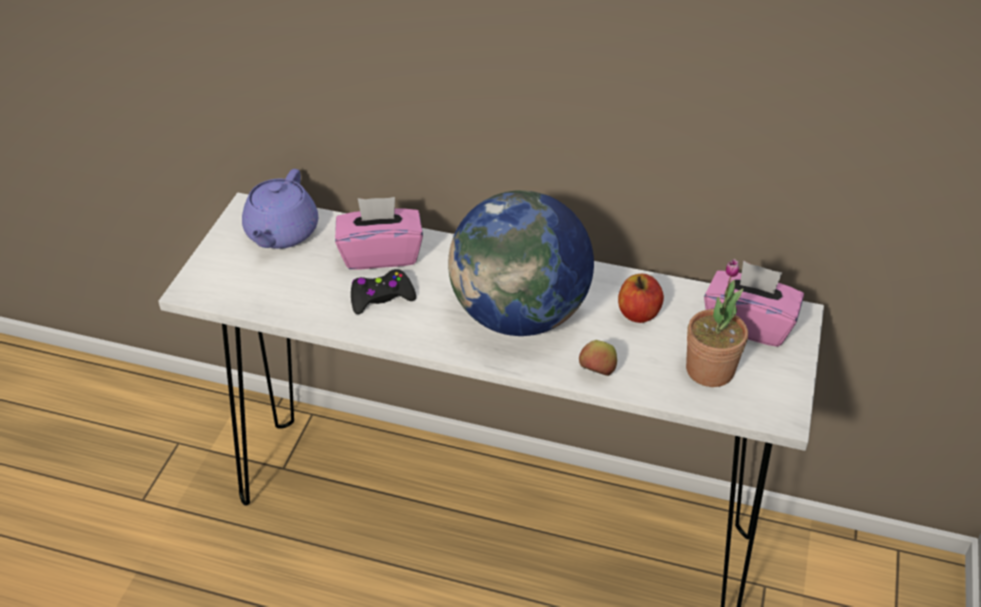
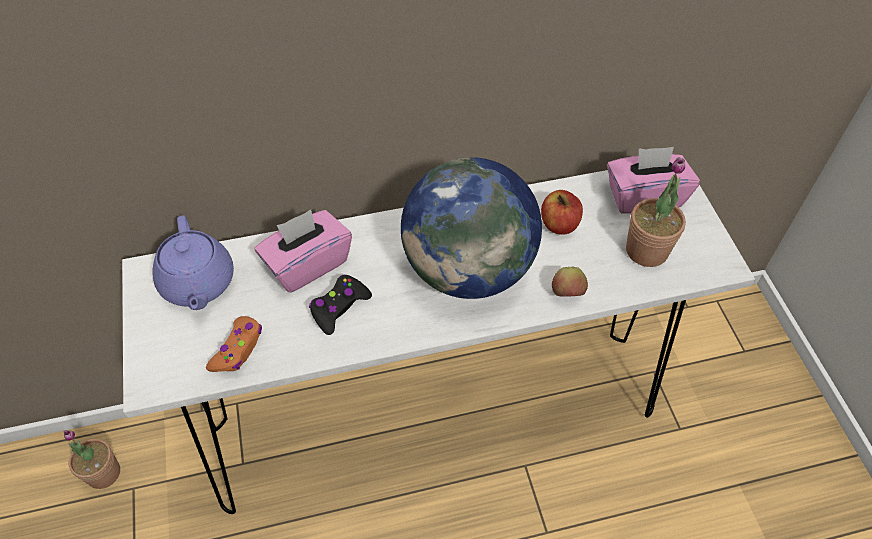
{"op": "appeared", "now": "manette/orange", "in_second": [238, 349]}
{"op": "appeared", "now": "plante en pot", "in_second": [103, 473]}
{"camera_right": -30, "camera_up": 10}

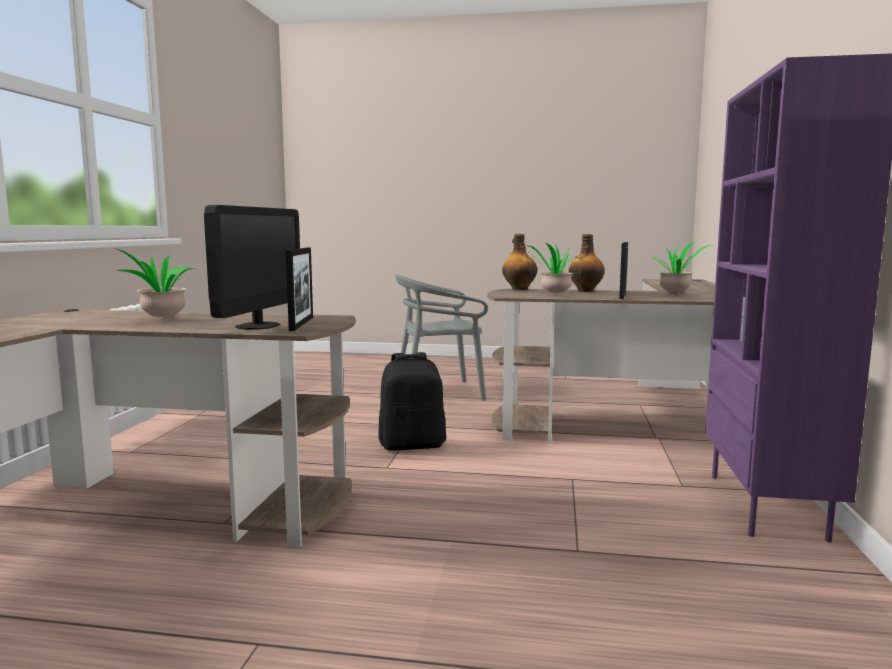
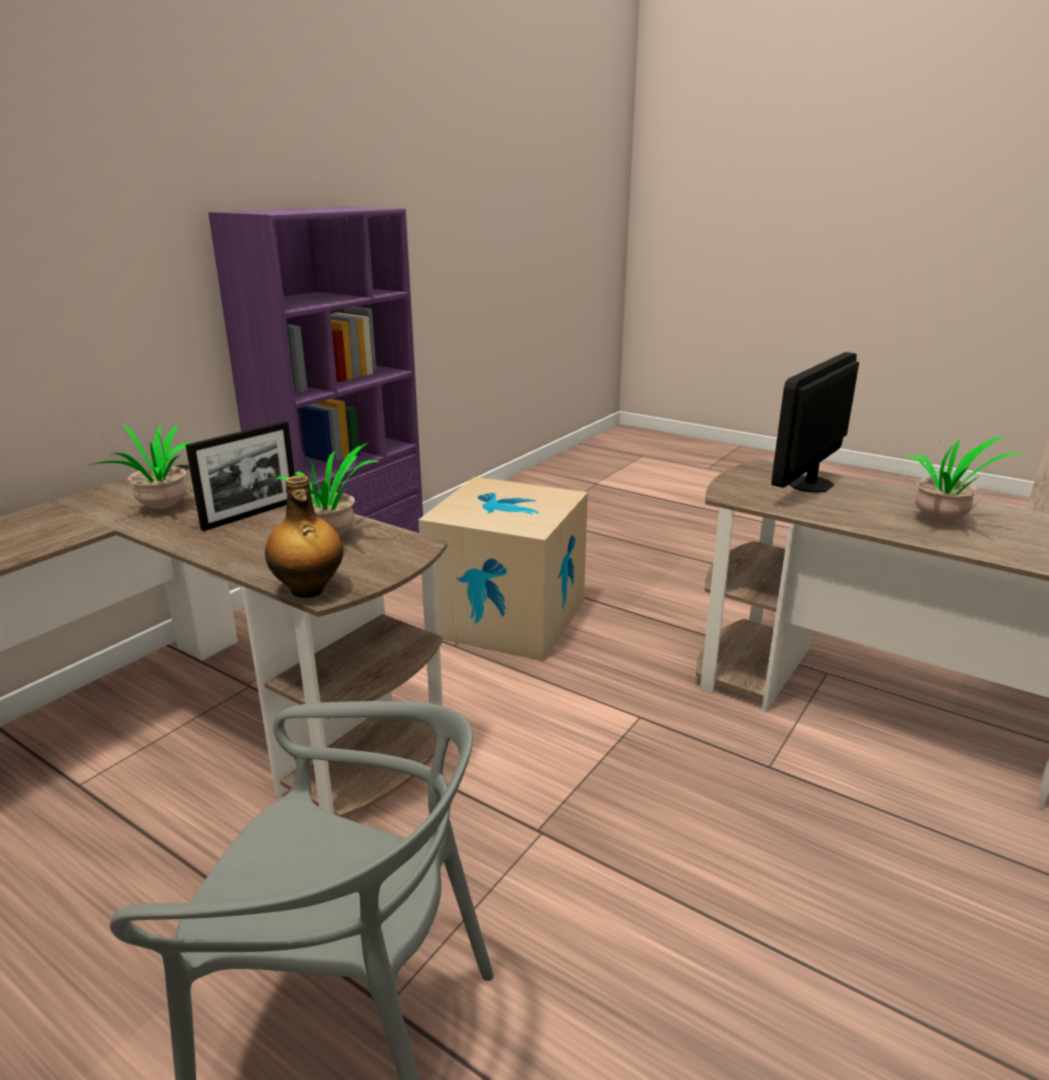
{"op": "missing", "was": "bouteille", "in_first": [586, 291]}
{"op": "missing", "was": "cadre photo", "in_first": [301, 323]}
{"op": "missing", "was": "sac à dos/noir", "in_first": [412, 445]}
{"op": "appeared", "now": "carton", "in_second": [507, 618]}
{"camera_right": -155, "camera_up": 15}

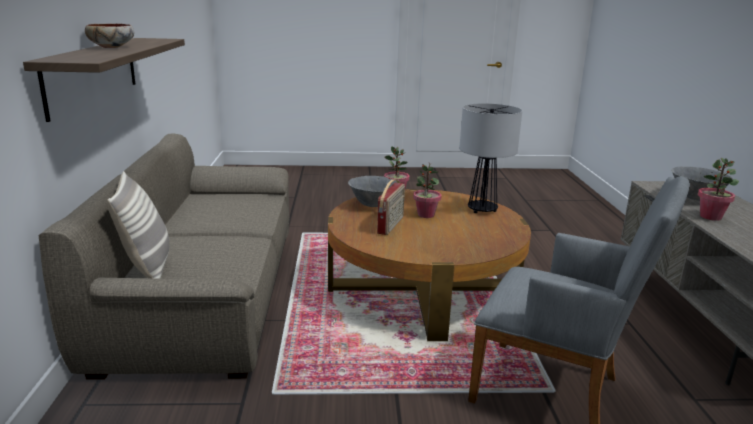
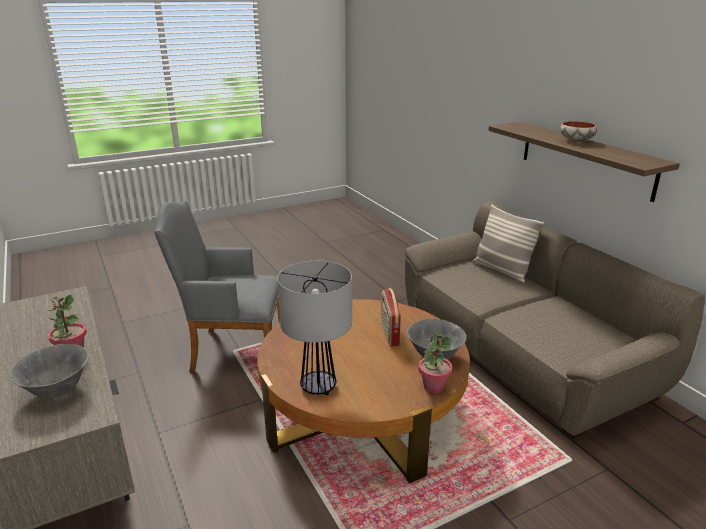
{"op": "missing", "was": "plante en pot", "in_first": [425, 215]}
{"camera_right": 155, "camera_up": 5}

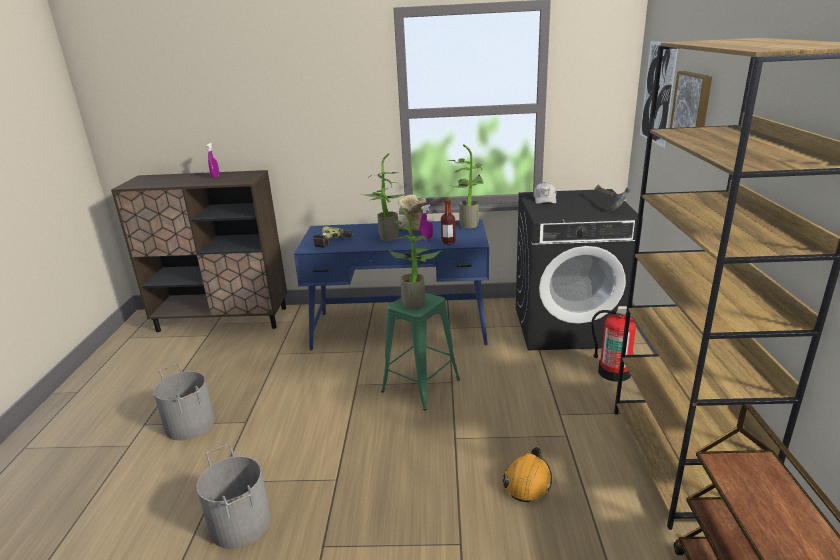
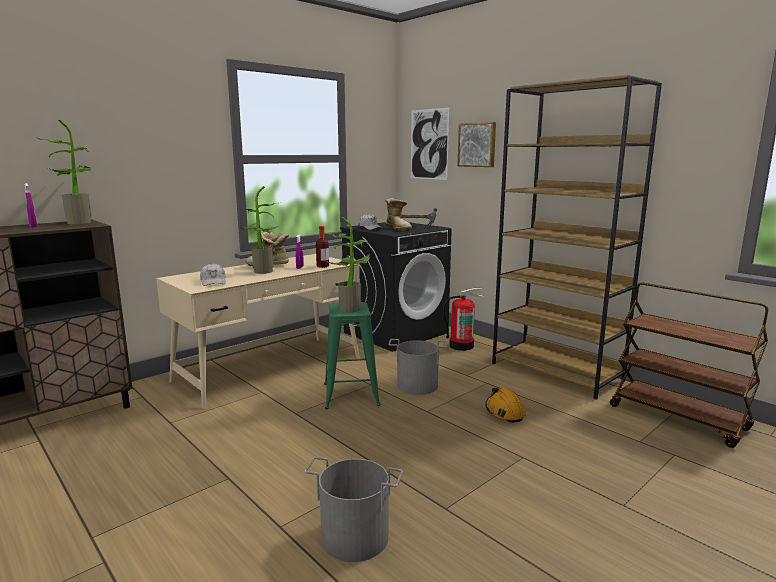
{"op": "relocated", "was": "plante en pot", "in_first": [468, 224], "in_second": [78, 222]}
{"op": "colour", "was": "bureau/bleu", "now": "bureau/beige", "in_first": [400, 328], "in_second": [270, 368]}
{"op": "exchanged", "was": "perceuse", "now": "casquette/blanc", "in_first": [332, 242], "in_second": [213, 281]}
{"op": "relocated", "was": "seau/gris", "in_first": [191, 424], "in_second": [417, 385]}
{"op": "appeared", "now": "botte", "in_second": [398, 228]}
{"camera_right": -45, "camera_up": -10}

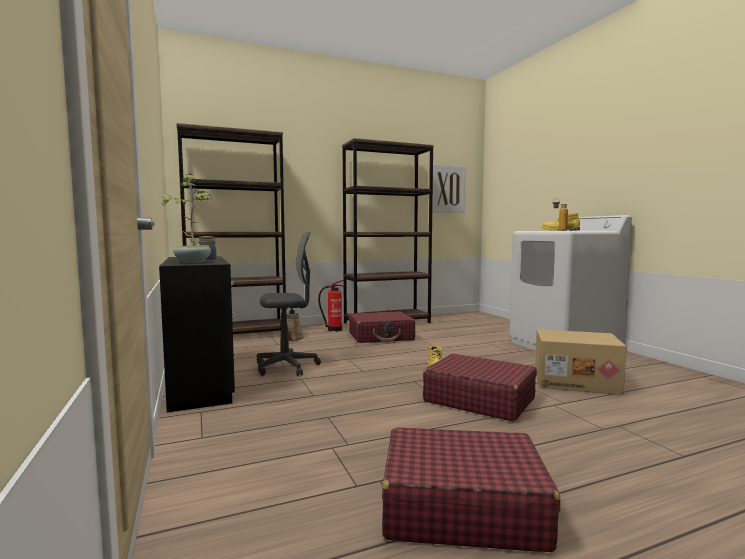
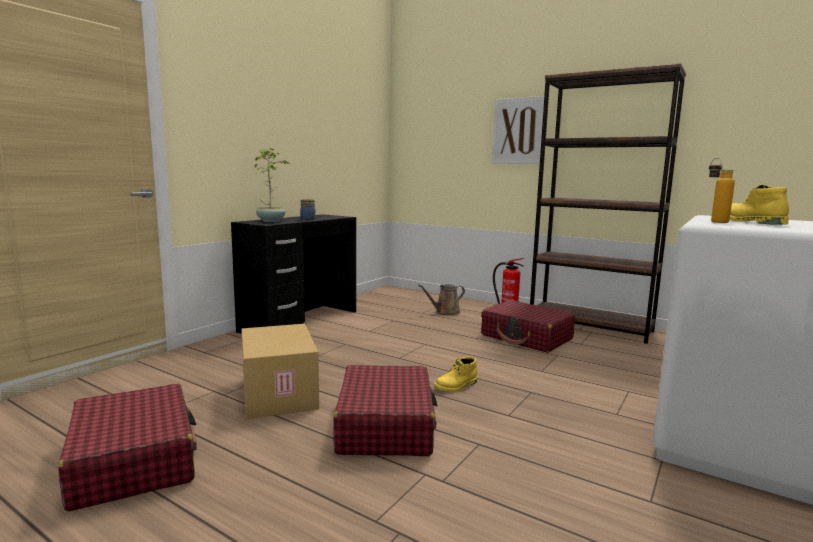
{"op": "missing", "was": "bibliothèque/marron", "in_first": [237, 335]}
{"op": "relocated", "was": "tableau", "in_first": [448, 189], "in_second": [518, 131]}
{"op": "missing", "was": "chaise de bureau/gris", "in_first": [287, 367]}
{"op": "relocated", "was": "carton", "in_first": [576, 381], "in_second": [280, 394]}
{"camera_right": 55, "camera_up": 5}

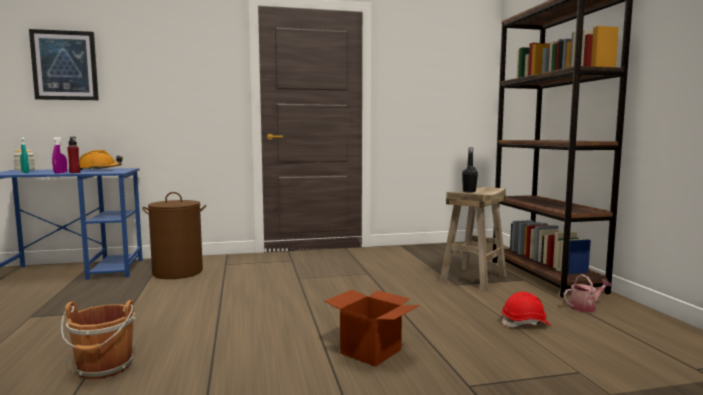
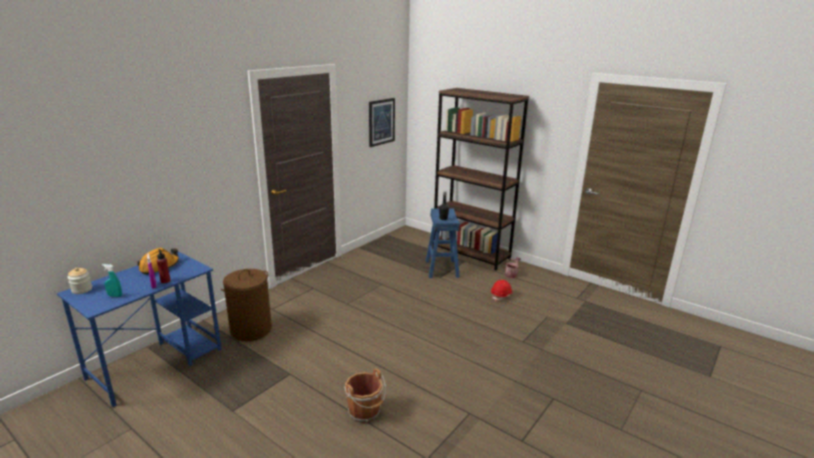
{"op": "relocated", "was": "tableau", "in_first": [65, 65], "in_second": [381, 122]}
{"op": "colour", "was": "tabouret/beige", "now": "tabouret/bleu", "in_first": [474, 279], "in_second": [442, 269]}
{"op": "missing", "was": "carton", "in_first": [371, 351]}
{"camera_right": -40, "camera_up": 15}

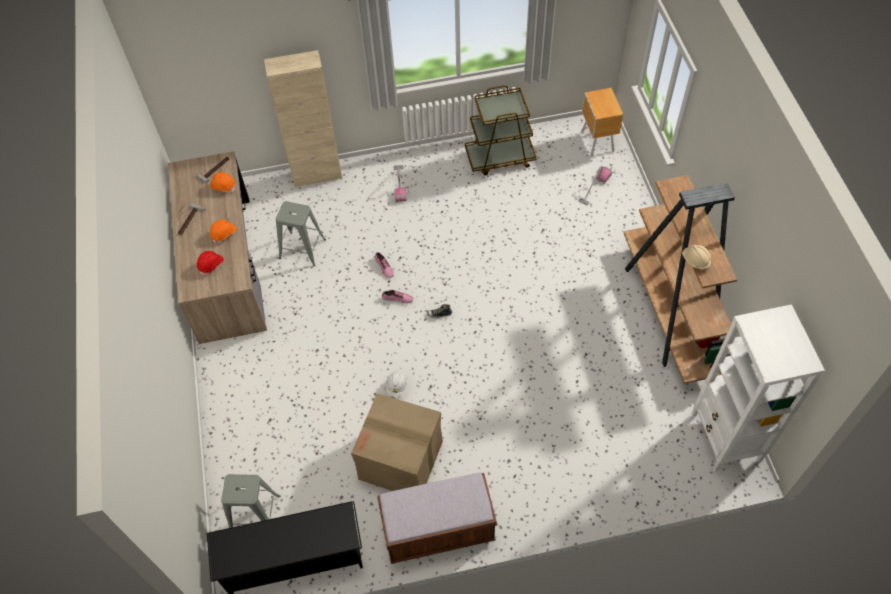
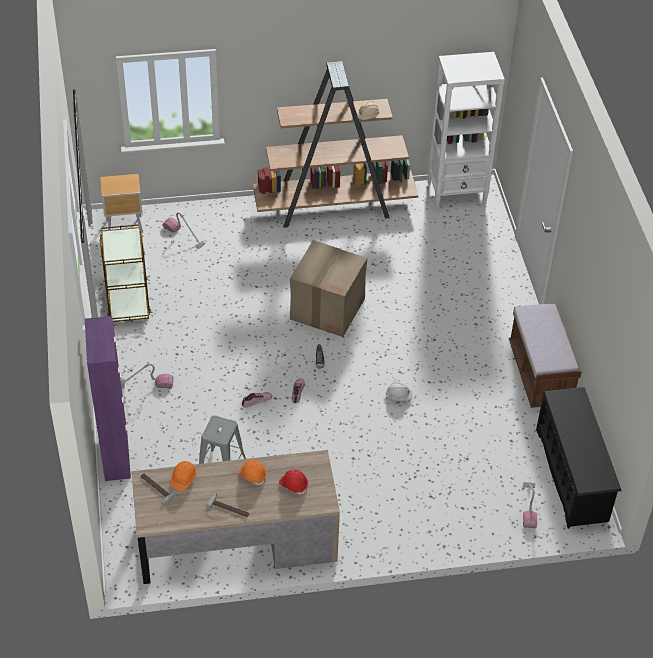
{"op": "colour", "was": "meuble de rangement/beige", "now": "meuble de rangement/violet", "in_first": [317, 175], "in_second": [116, 457]}
{"op": "relocated", "was": "carton", "in_first": [401, 460], "in_second": [327, 308]}
{"op": "exchanged", "was": "tabouret/gris", "now": "aspirateur", "in_first": [255, 514], "in_second": [529, 506]}
{"camera_right": -90, "camera_up": -10}

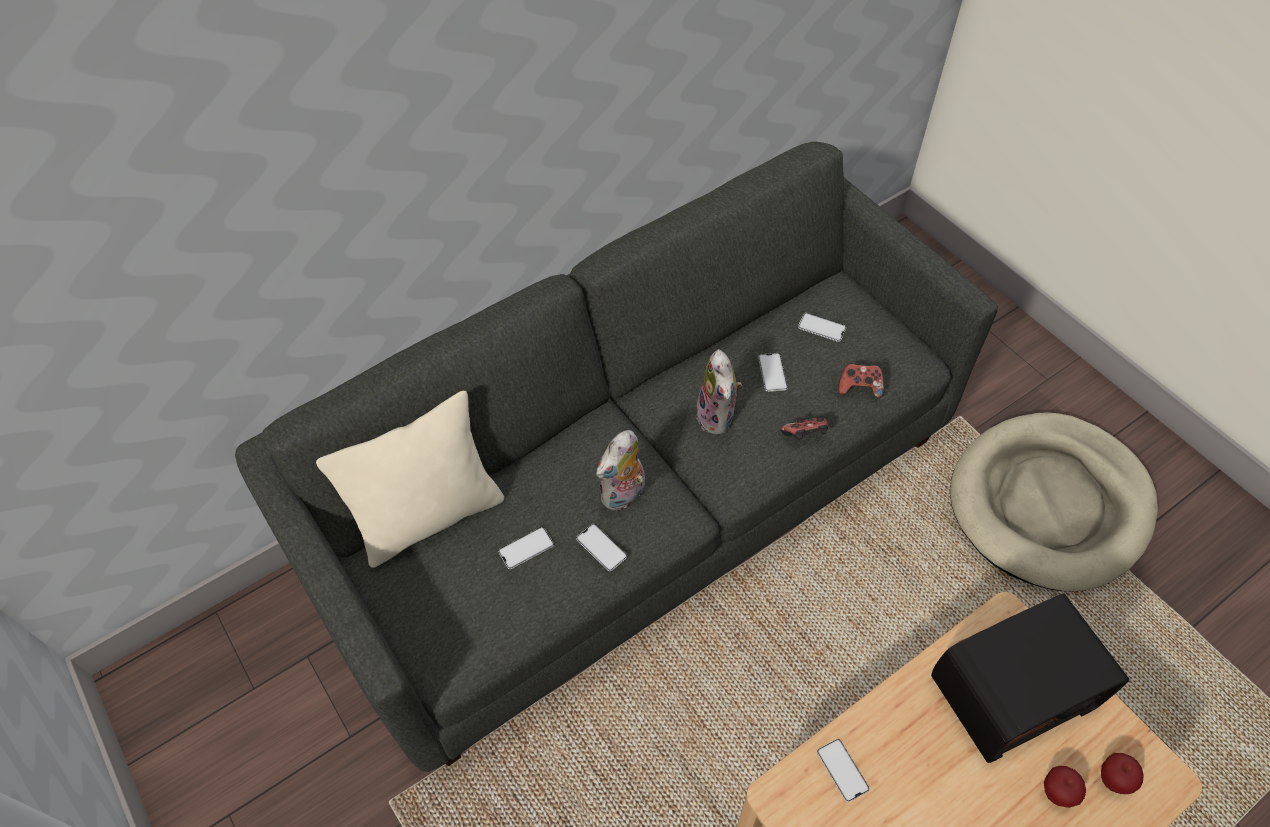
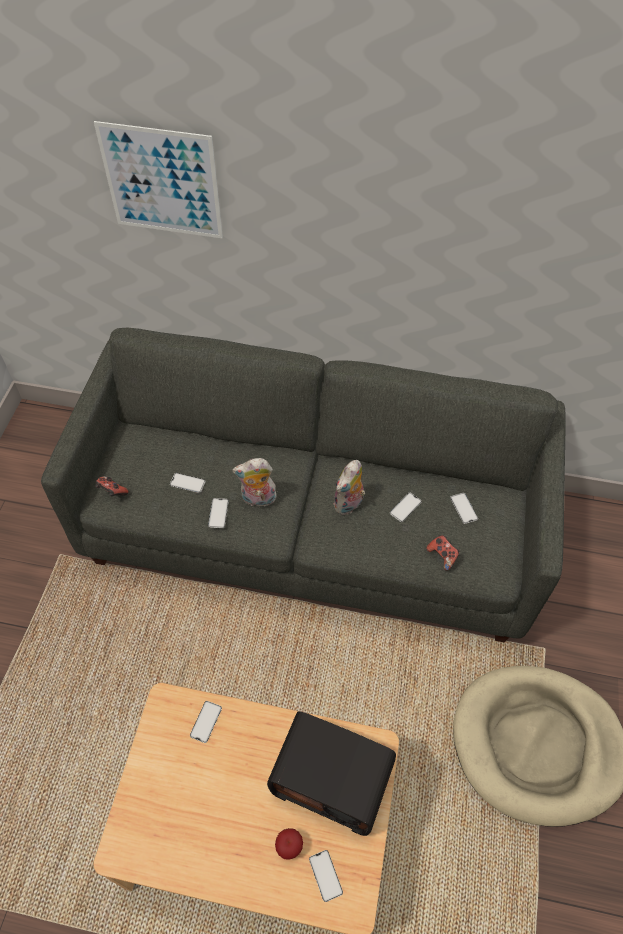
{"op": "missing", "was": "coussin/beige", "in_first": [430, 517]}
{"op": "relocated", "was": "manette", "in_first": [804, 436], "in_second": [112, 492]}
{"op": "exchanged", "was": "pomme", "now": "téléphone", "in_first": [1112, 780], "in_second": [325, 875]}
{"op": "appeared", "now": "tableau", "in_second": [162, 182]}
{"camera_right": 45, "camera_up": 0}

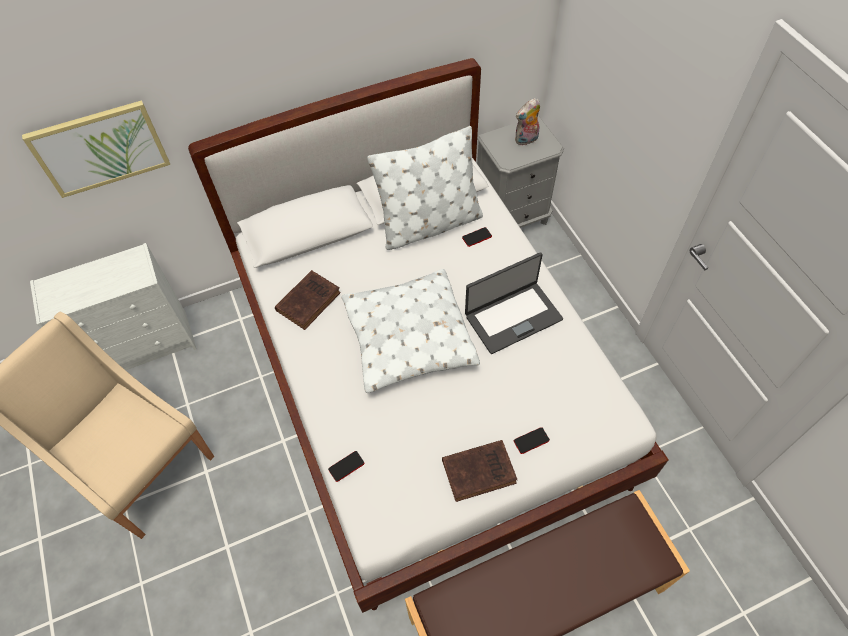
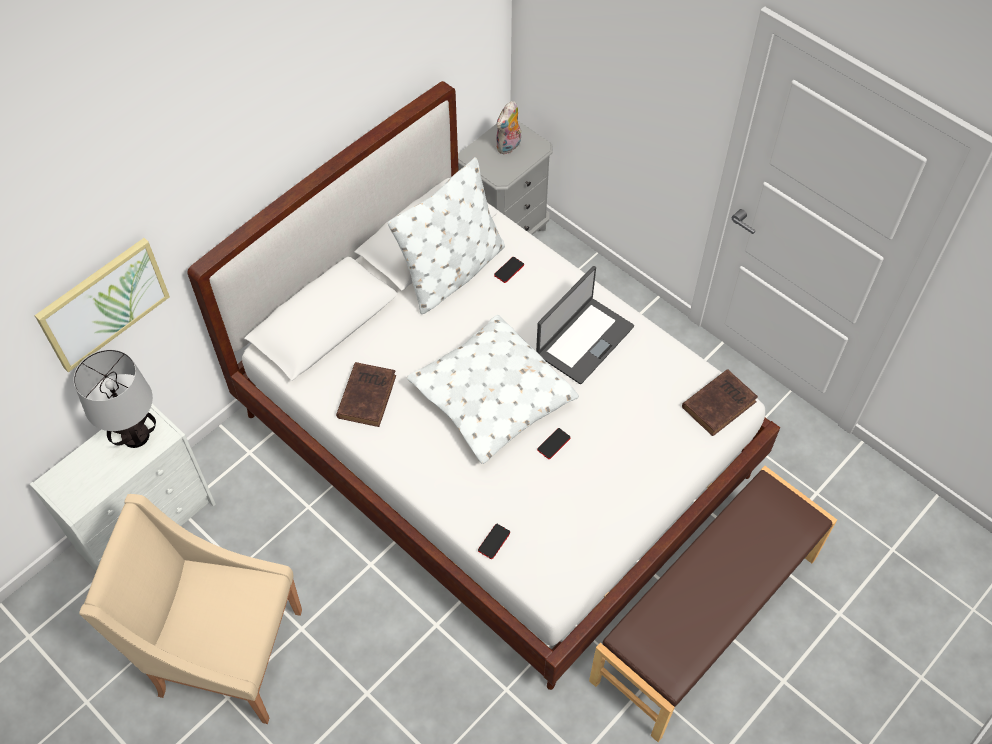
{"op": "relocated", "was": "téléphone", "in_first": [531, 441], "in_second": [553, 444]}
{"op": "relocated", "was": "livre/marron", "in_first": [480, 471], "in_second": [720, 403]}
{"op": "appeared", "now": "lampe de table", "in_second": [136, 436]}
{"camera_right": -25, "camera_up": 0}

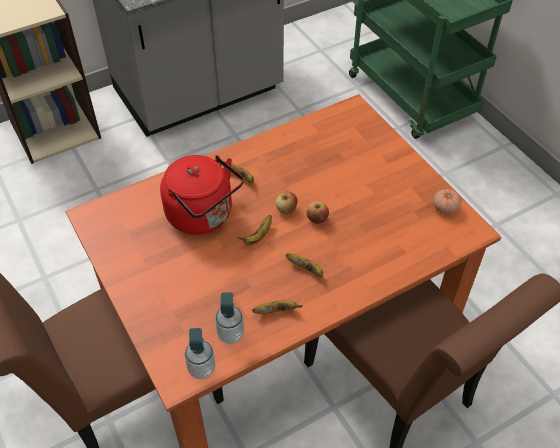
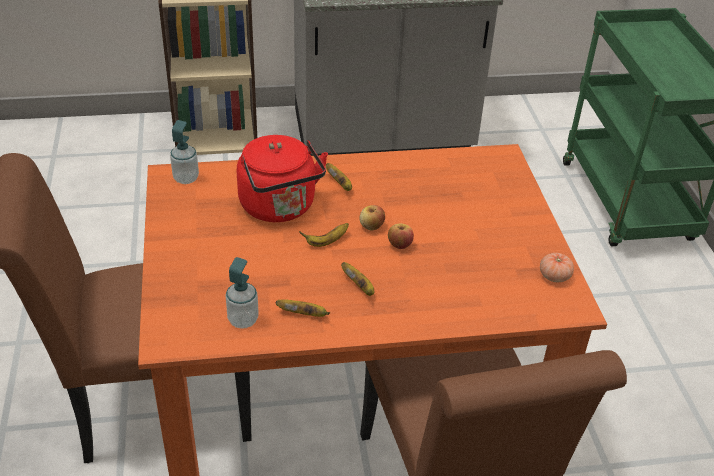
{"op": "relocated", "was": "distributeur de savon", "in_first": [201, 369], "in_second": [186, 178]}
{"camera_right": 20, "camera_up": -10}

